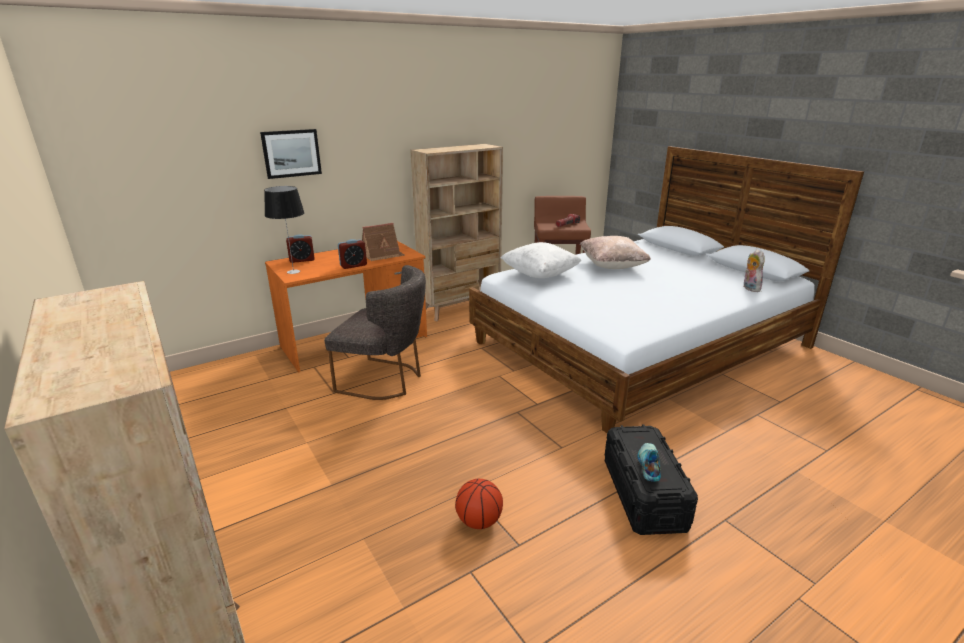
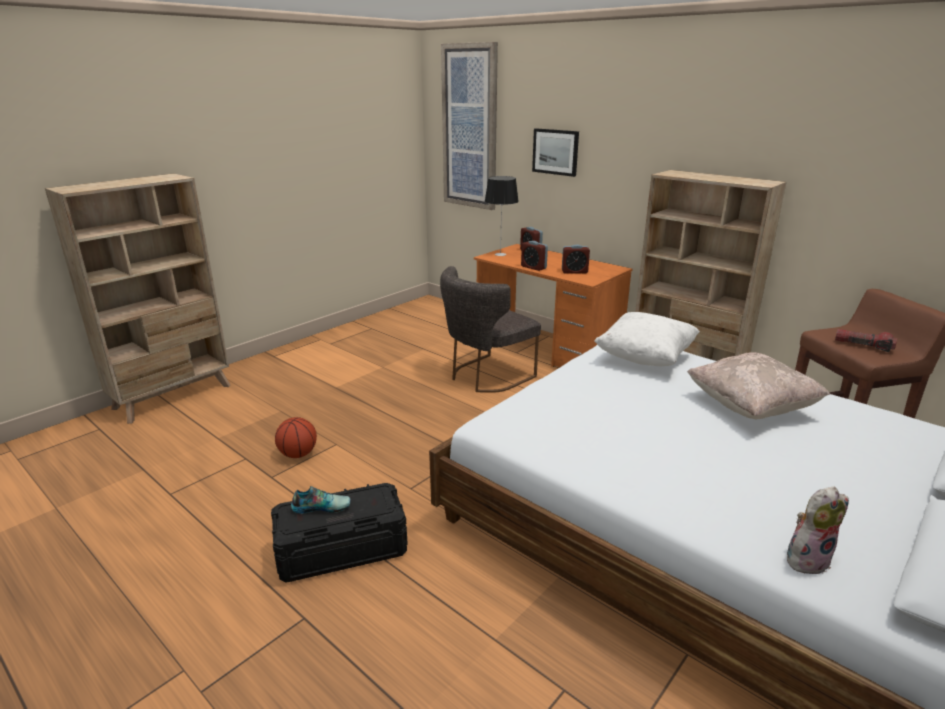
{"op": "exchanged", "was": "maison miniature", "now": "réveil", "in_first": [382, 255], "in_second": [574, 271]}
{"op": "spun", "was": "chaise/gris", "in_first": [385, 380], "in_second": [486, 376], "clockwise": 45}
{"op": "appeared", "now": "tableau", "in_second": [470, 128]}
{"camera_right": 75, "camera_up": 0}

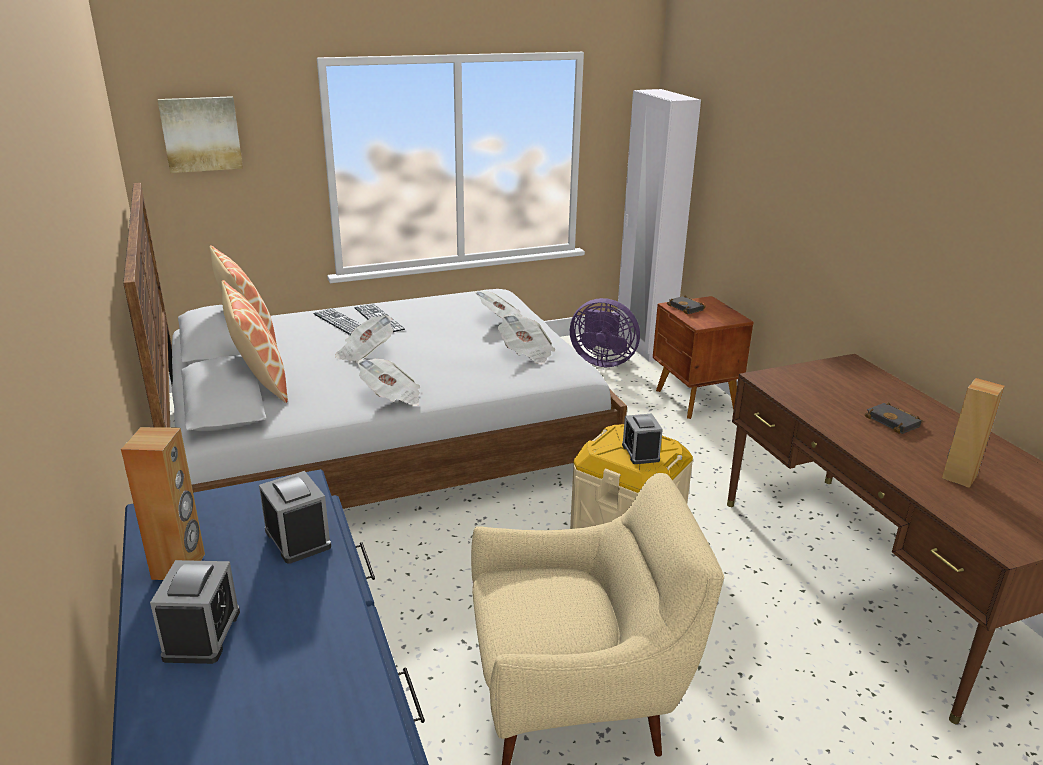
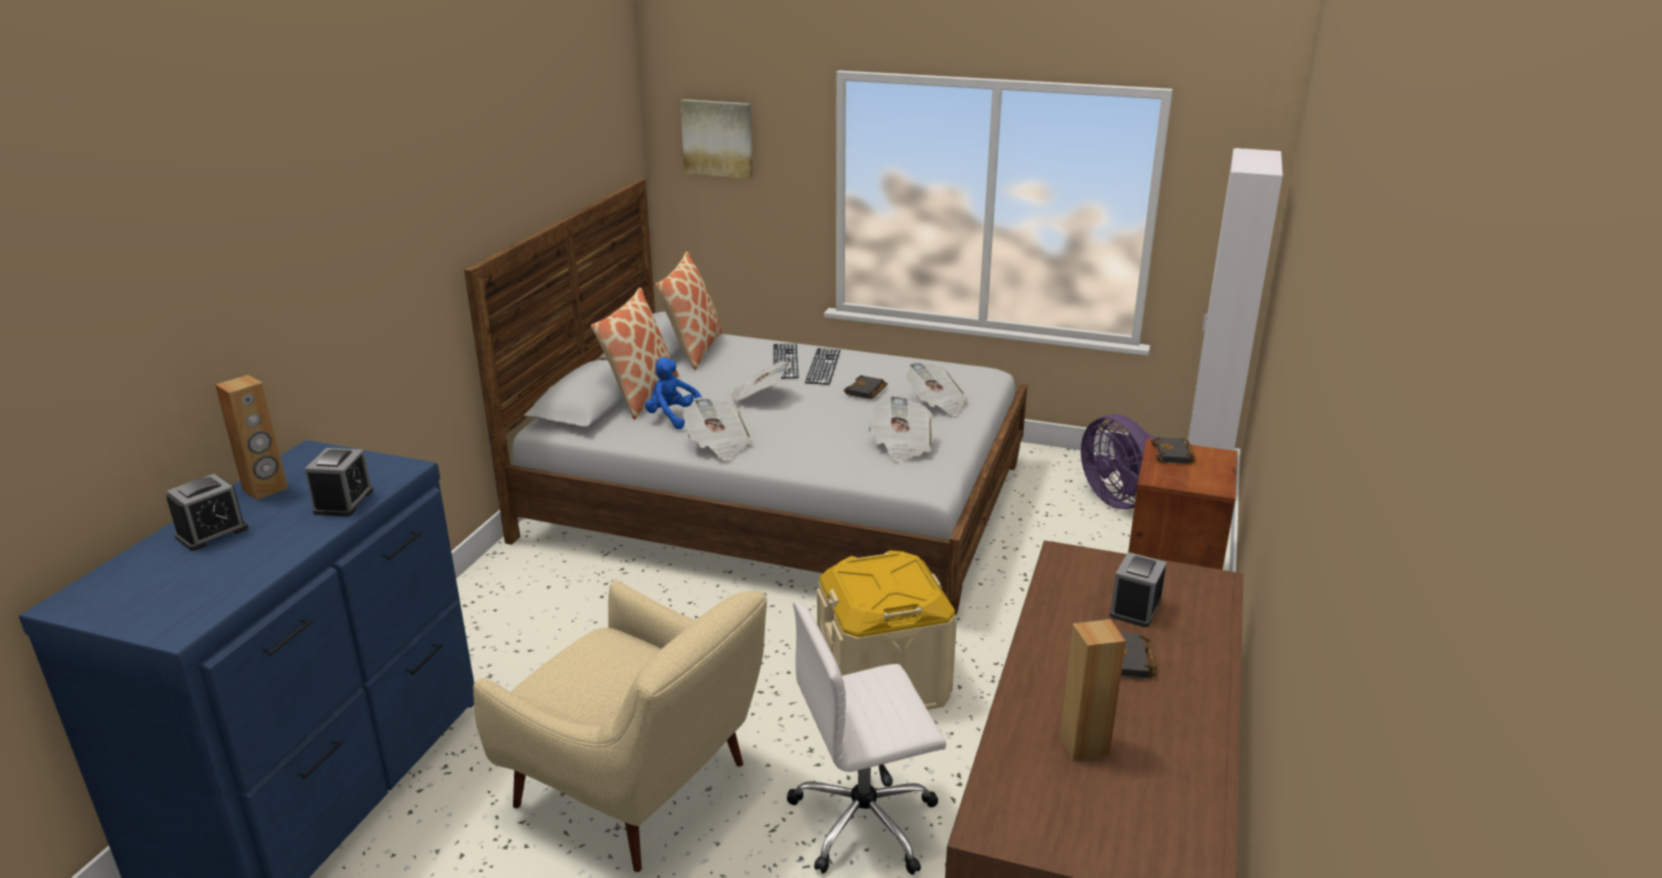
{"op": "relocated", "was": "réveil", "in_first": [640, 452], "in_second": [1135, 608]}
{"op": "appeared", "now": "peluche/bleu", "in_second": [673, 417]}
{"op": "appeared", "now": "livre/noir", "in_second": [866, 391]}
{"op": "appeared", "now": "chaise de bureau/blanc", "in_second": [866, 820]}
{"camera_right": 40, "camera_up": 0}

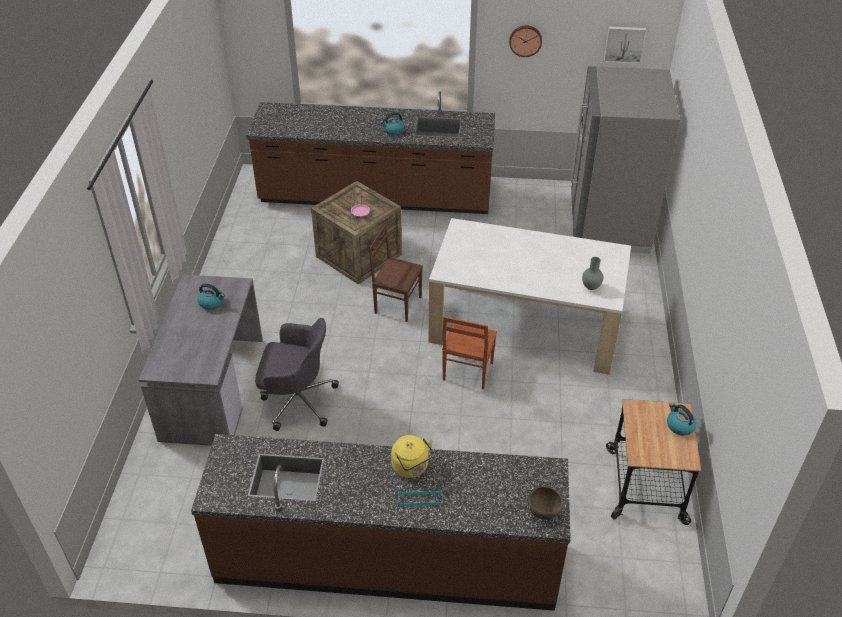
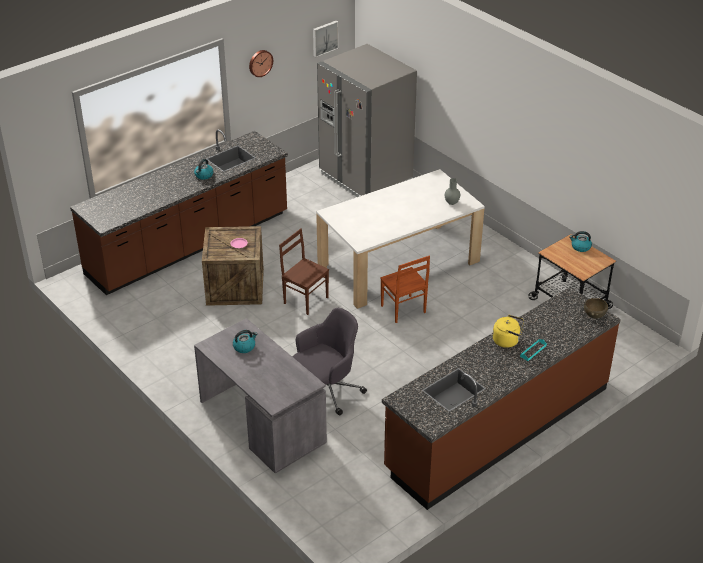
{"op": "spun", "was": "chaise/marron", "in_first": [397, 304], "in_second": [305, 300], "clockwise": 60}
{"camera_right": -45, "camera_up": -5}

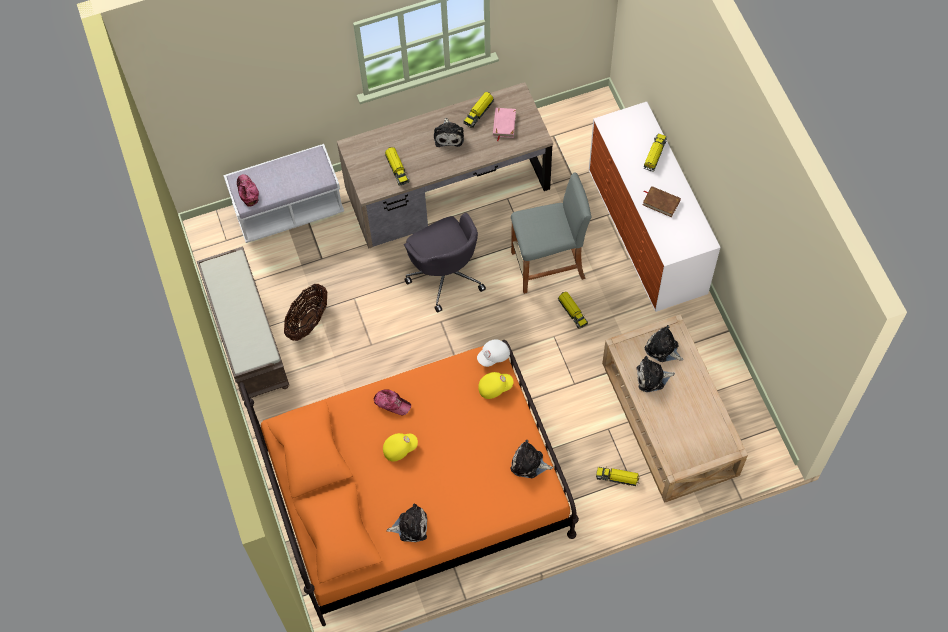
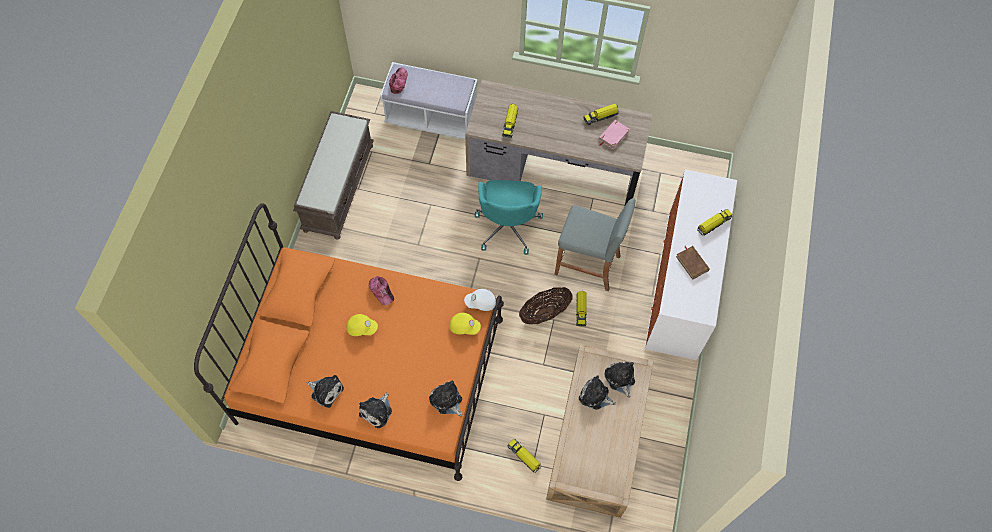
{"op": "relocated", "was": "peluche", "in_first": [448, 135], "in_second": [377, 411]}
{"op": "colour", "was": "chaise de bureau/gris", "now": "chaise de bureau/turquoise", "in_first": [445, 274], "in_second": [508, 226]}
{"op": "relocated", "was": "panier", "in_first": [308, 321], "in_second": [544, 313]}
{"camera_right": 30, "camera_up": 0}

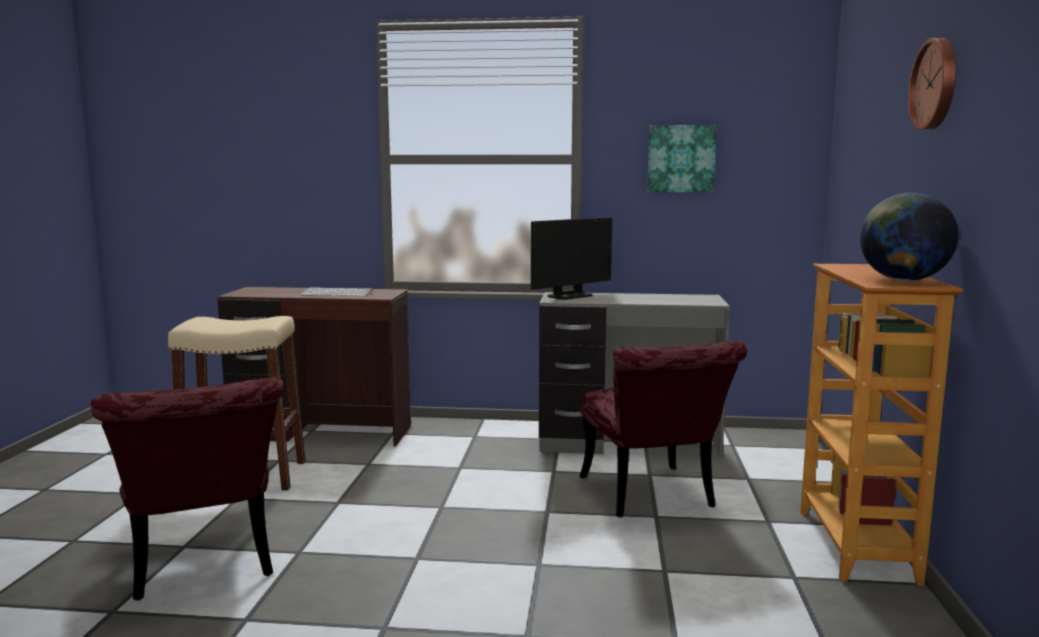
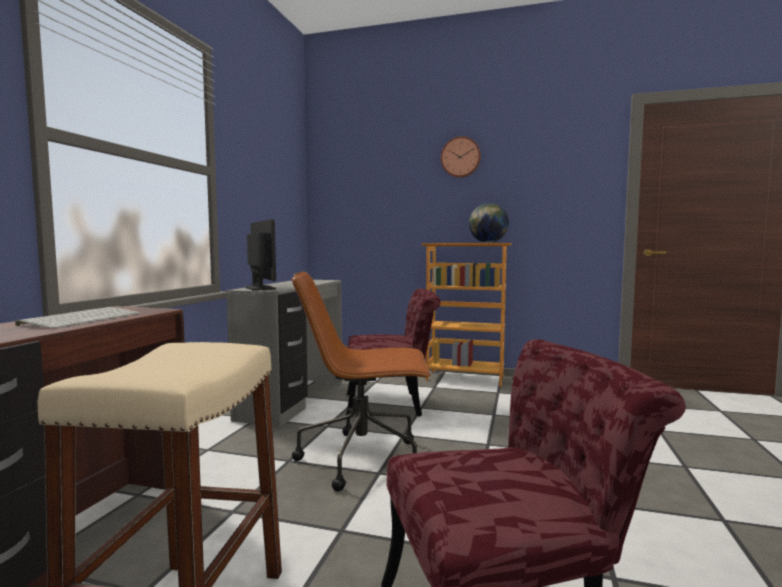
{"op": "missing", "was": "tableau", "in_first": [681, 159]}
{"op": "appeared", "now": "chaise de bureau/marron", "in_second": [363, 458]}
{"camera_right": -80, "camera_up": -5}

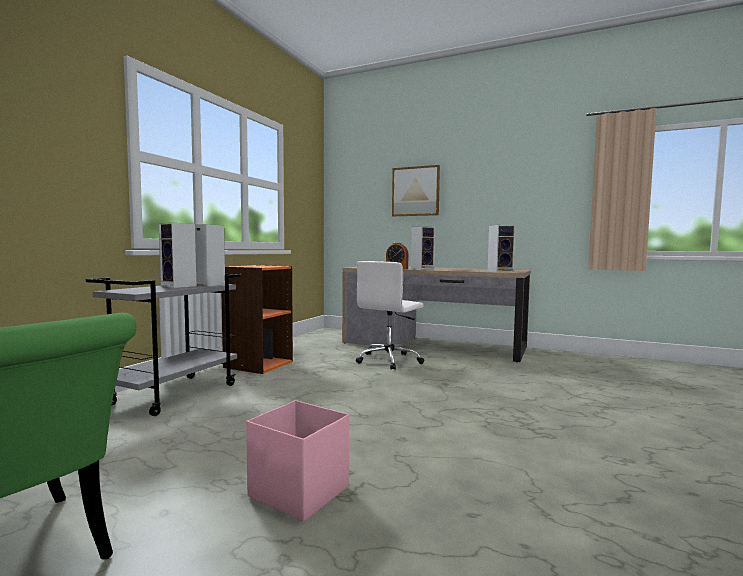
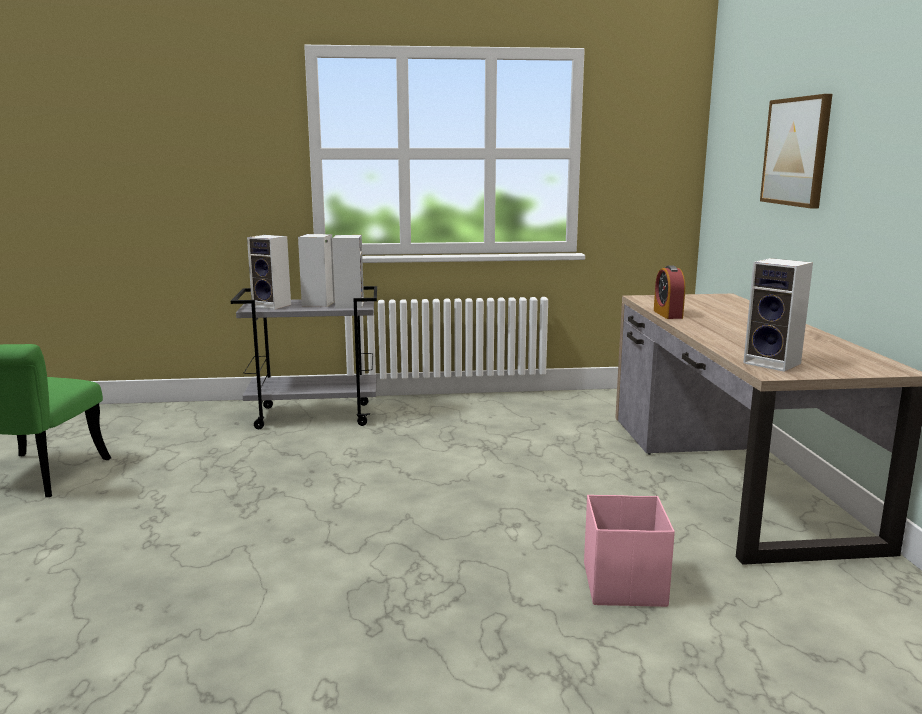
{"op": "relocated", "was": "enceinte", "in_first": [422, 268], "in_second": [273, 305]}
{"op": "missing", "was": "chaise de bureau/blanc", "in_first": [389, 360]}
{"op": "missing", "was": "bibliothèque/orange", "in_first": [258, 364]}
{"op": "relocated", "was": "boîte de rangement/rose", "in_first": [298, 491], "in_second": [624, 584]}
{"camera_right": 60, "camera_up": 10}

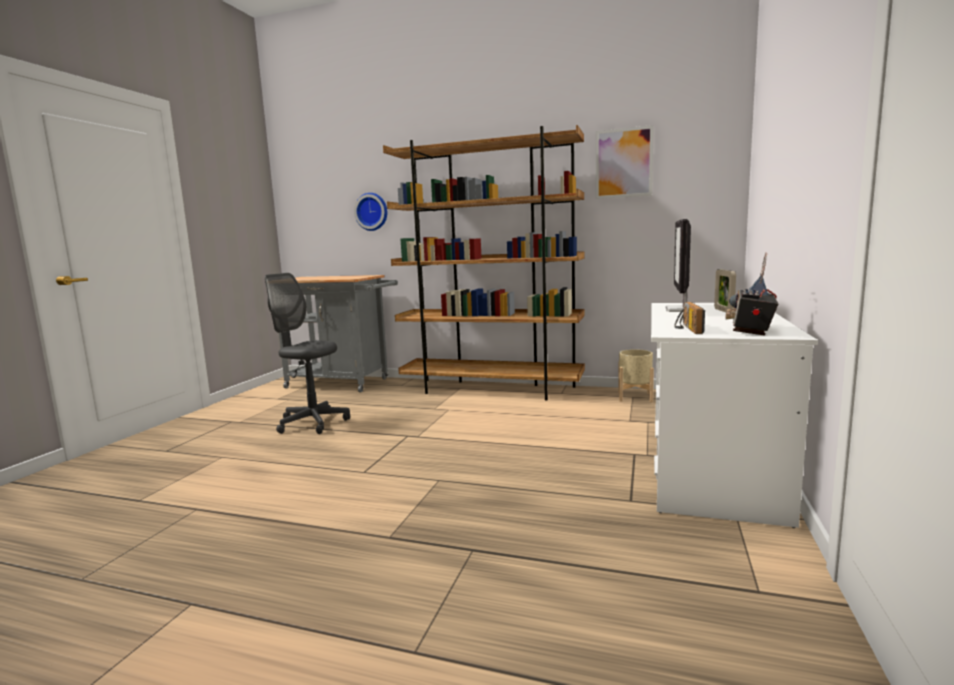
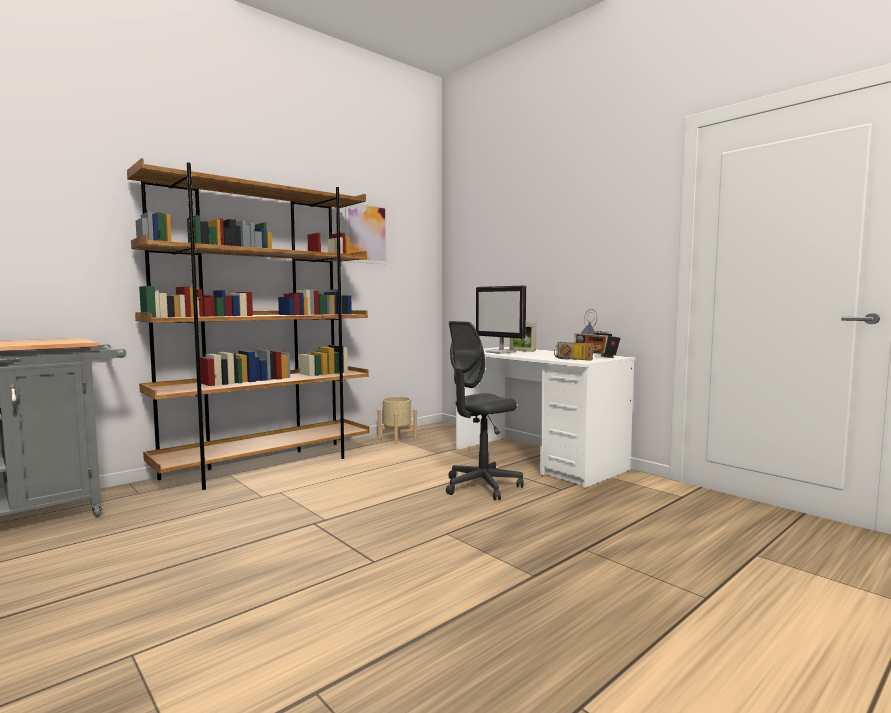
{"op": "missing", "was": "horloge murale", "in_first": [372, 212]}
{"op": "relocated", "was": "chaise de bureau/gris", "in_first": [312, 423], "in_second": [481, 486]}
{"camera_right": -60, "camera_up": -5}

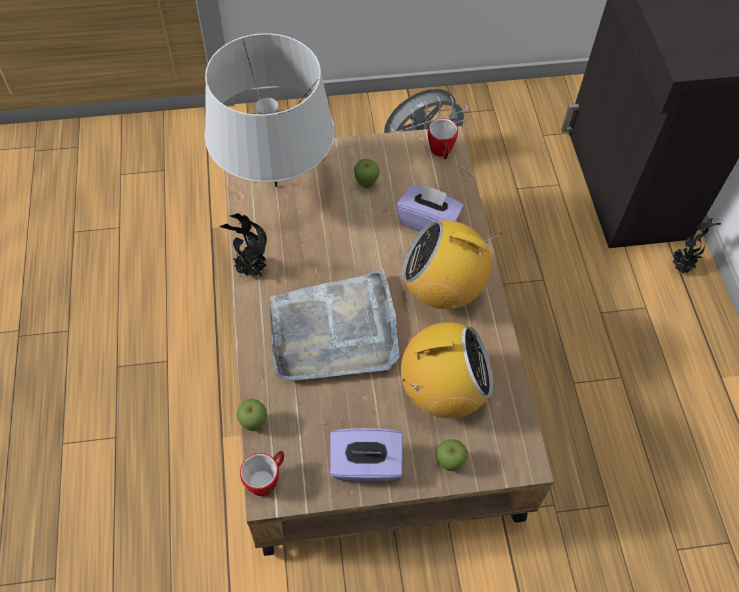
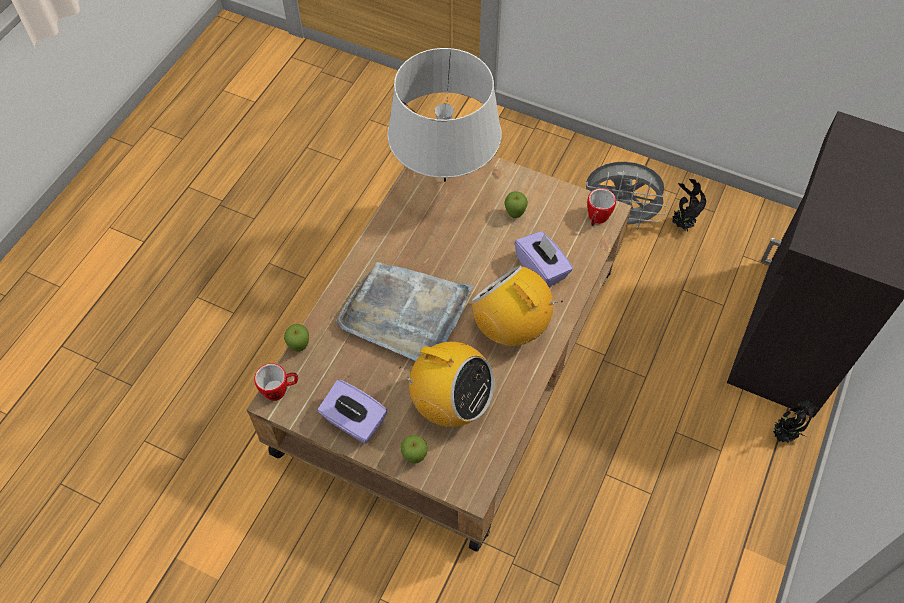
{"op": "relocated", "was": "plante en pot", "in_first": [249, 270], "in_second": [681, 225]}
{"camera_right": 35, "camera_up": 0}

